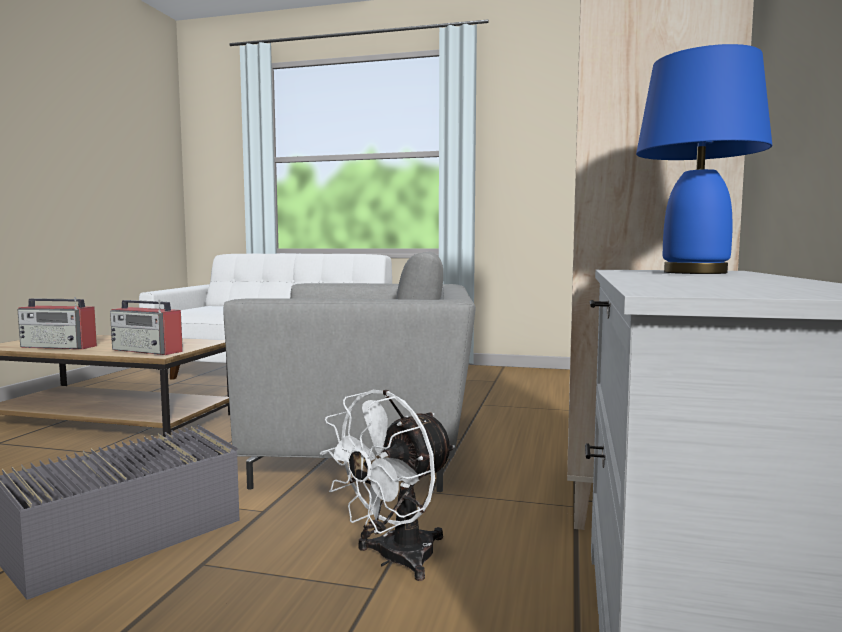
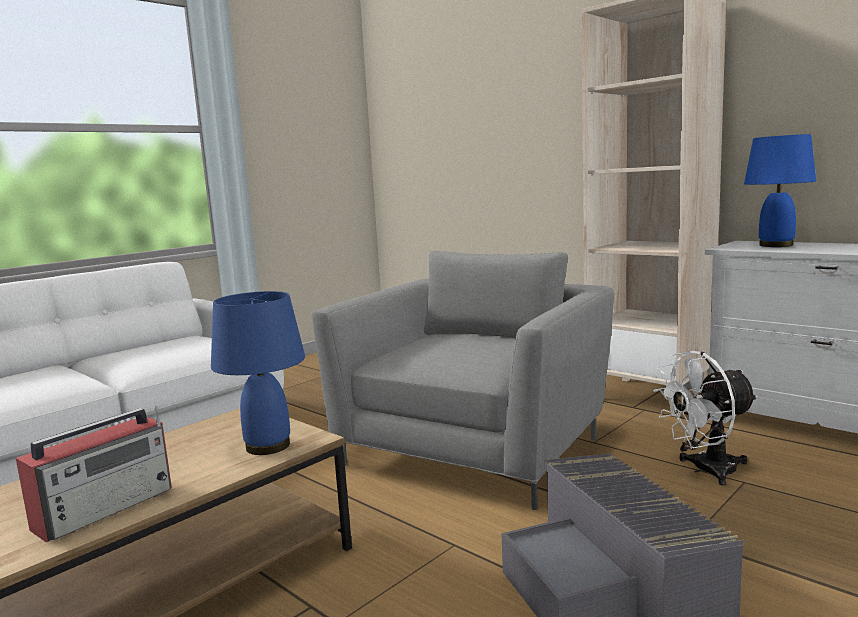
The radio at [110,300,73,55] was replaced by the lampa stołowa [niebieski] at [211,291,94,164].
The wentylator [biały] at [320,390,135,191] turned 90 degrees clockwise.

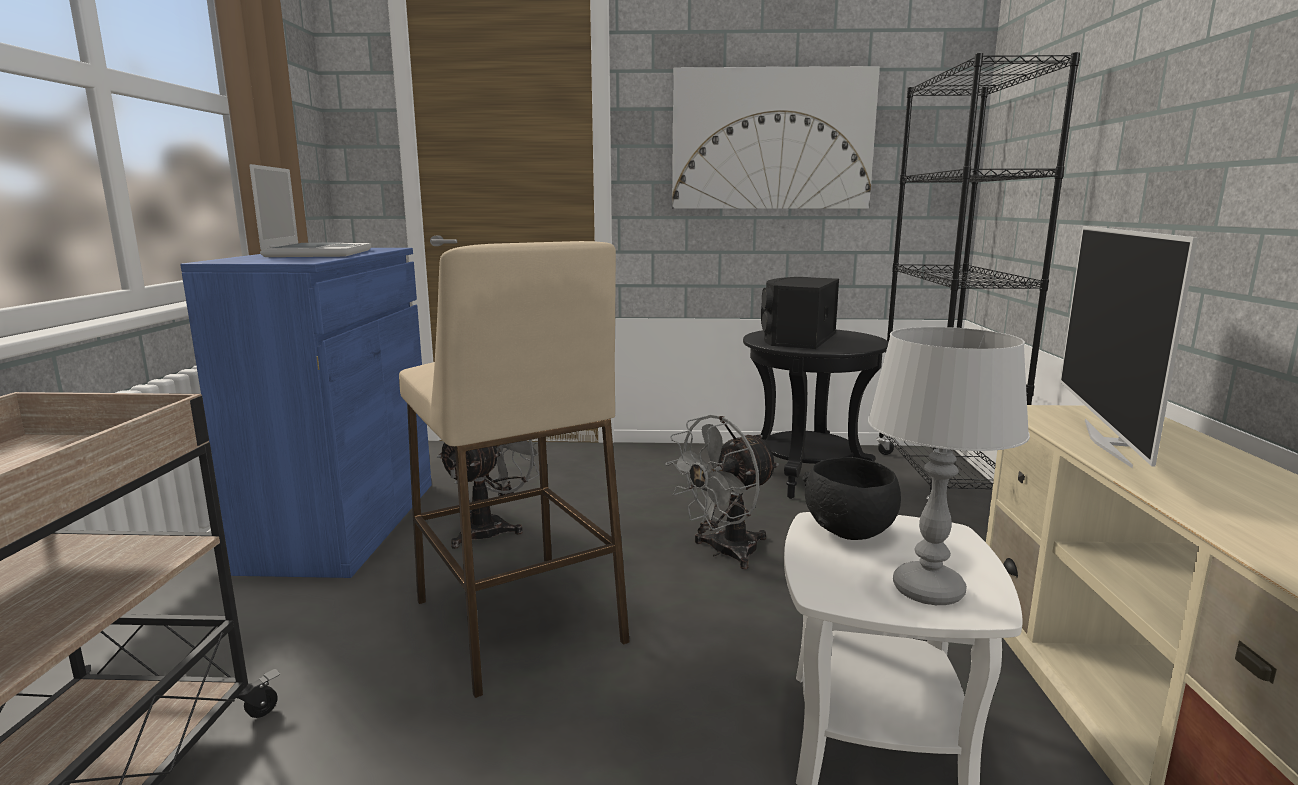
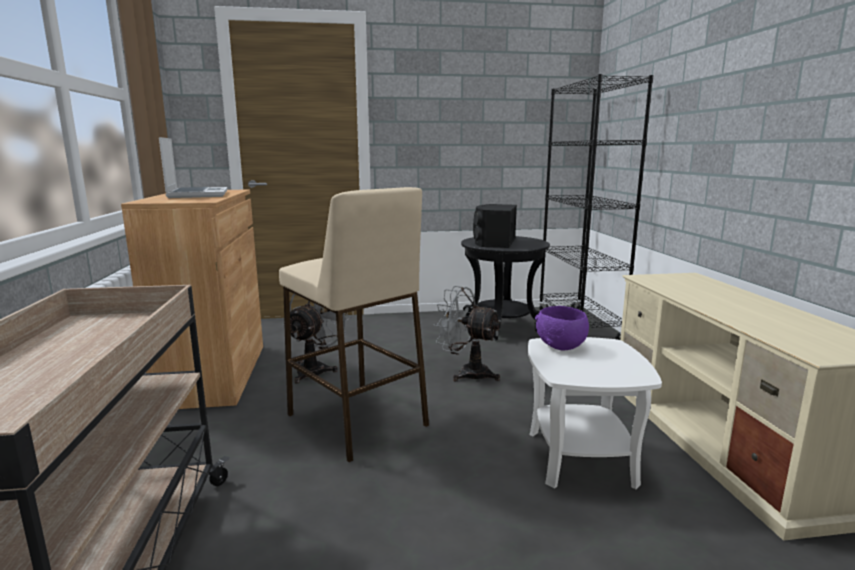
The obraz at [672,66,208,143] disappeared.
The telewizor at [1060,226,138,242] disappeared.
The szafka [niebieski] at [180,248,252,330] became the szafka [brązowy] at [121,190,142,219].
The lampa stołowa [szary] at [868,327,162,278] disappeared.
The wentylator [szary] at [665,415,114,154] turned 75 degrees clockwise.
The miska [czarny] at [802,457,99,83] became the miska [fioletowy] at [535,306,54,44].

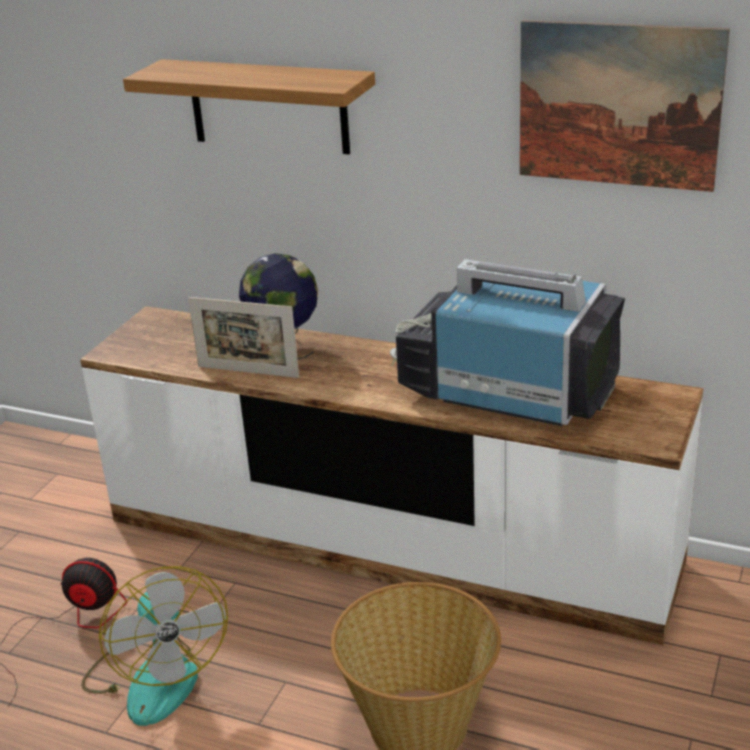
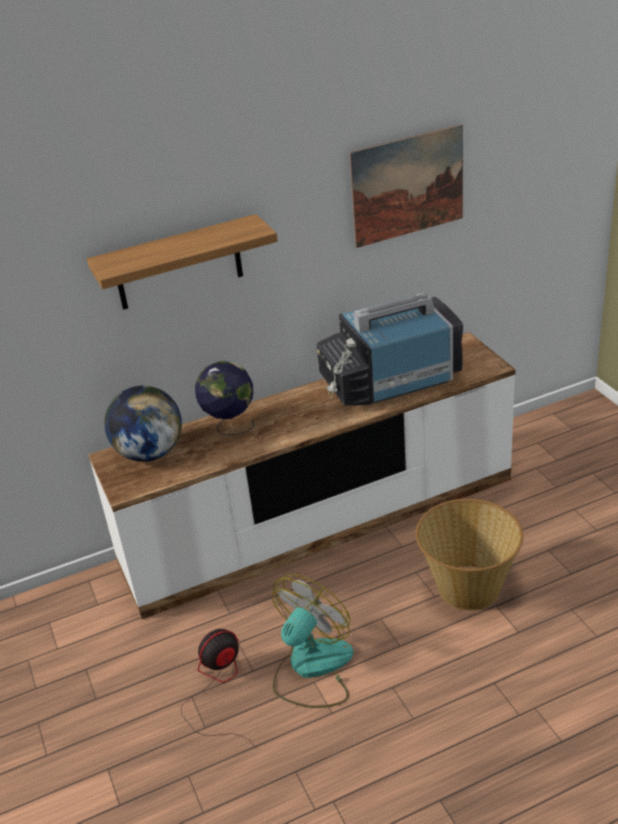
The ramka na zdjęcie at [188,297,111,81] disappeared.
The wentylator at [81,566,147,160] turned 75 degrees counterclockwise.
The globus at [105,386,77,76] appeared.

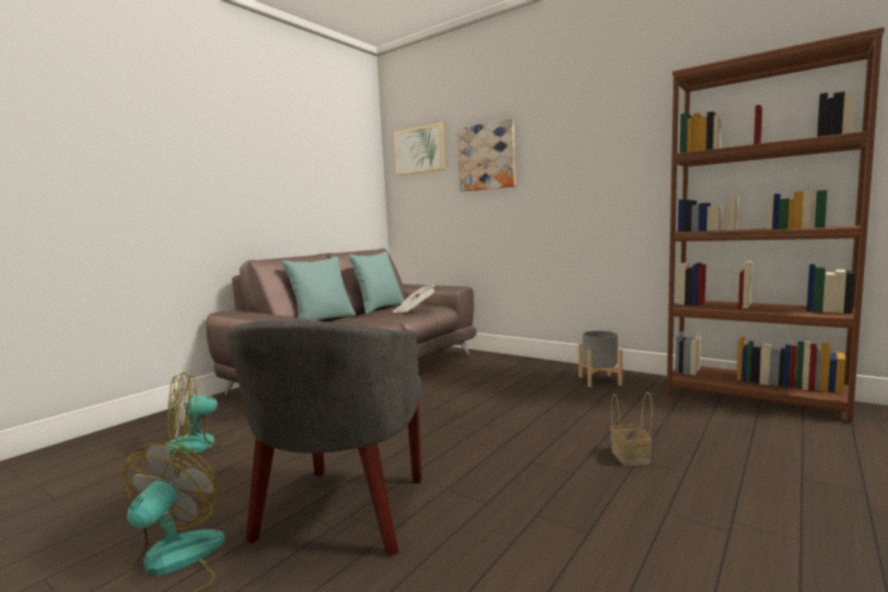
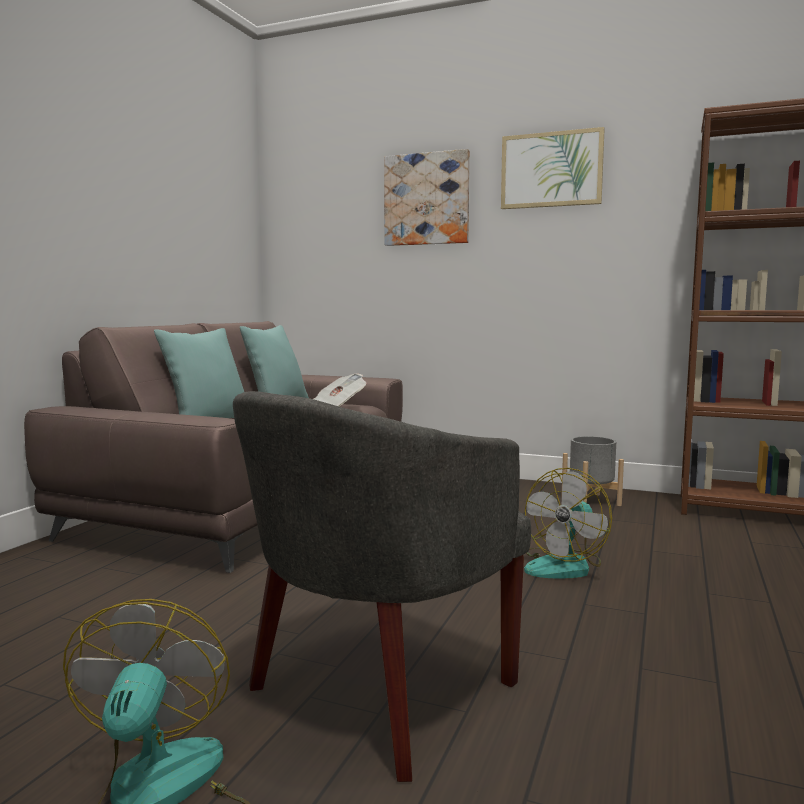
The obraz moved from [394,122,51,53] to [501,127,104,82].
The fotel [szary] at [227,320,195,236] turned 45 degrees clockwise.
The wentylator moved from [166,372,74,81] to [524,468,88,111].
The koszyk at [611,392,41,74] disappeared.

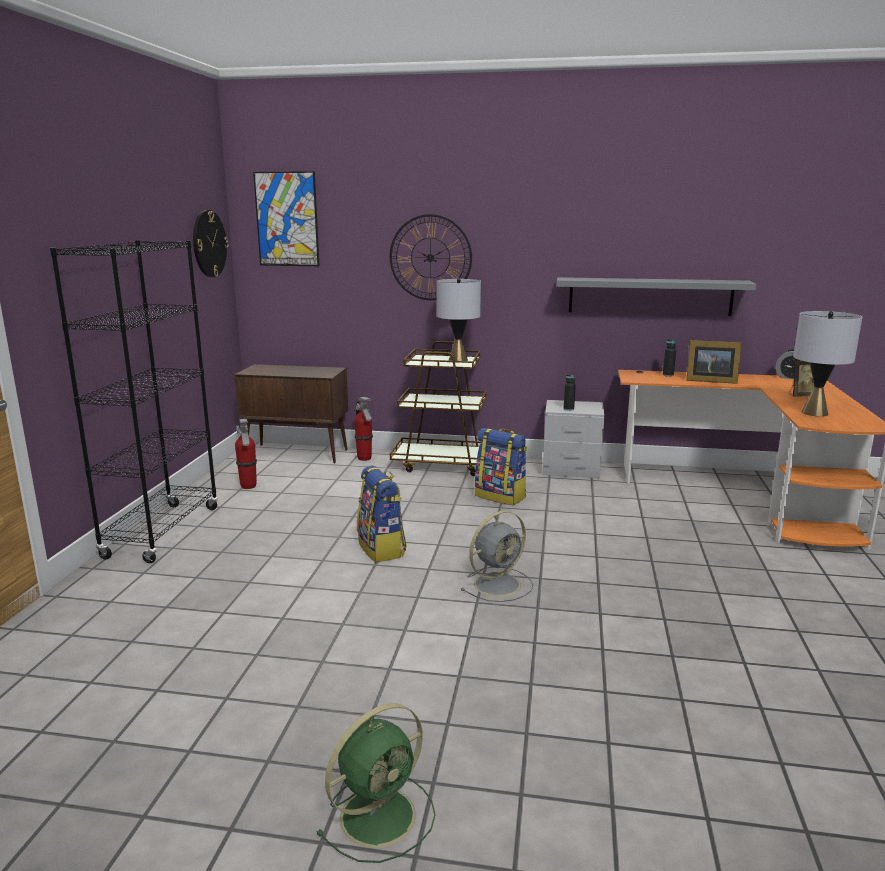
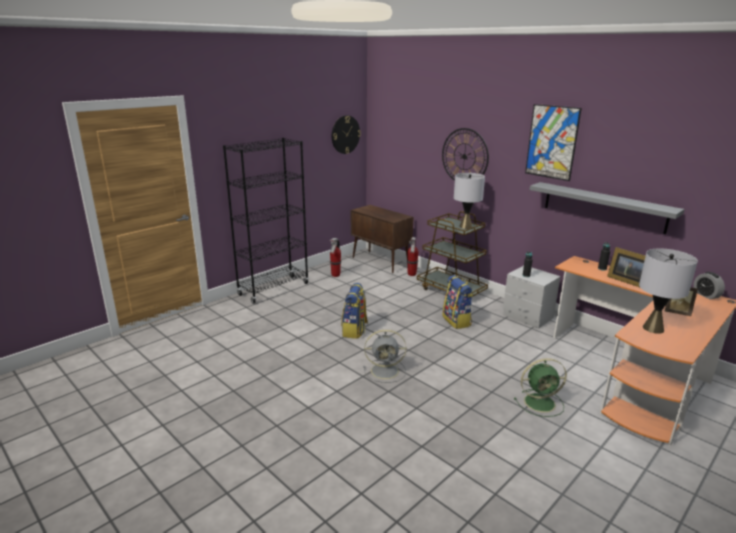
The obraz moved from [253,171,66,95] to [525,104,57,77].
The wentylator [zielony] moved from [316,703,120,160] to [514,358,53,59].

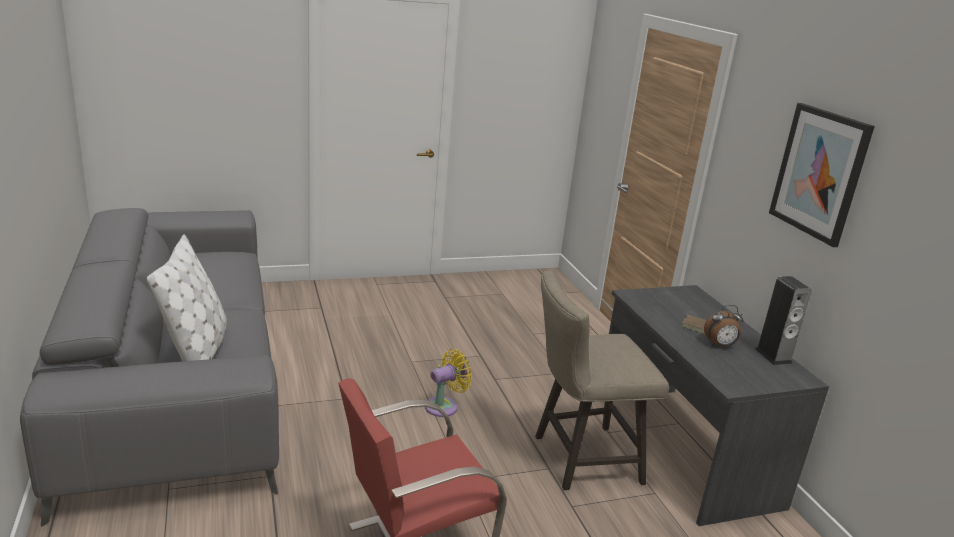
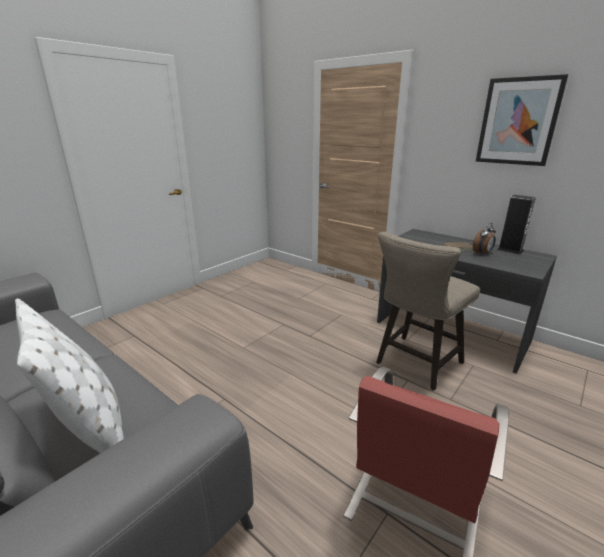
The wentylator [żółty] at [425,349,47,68] disappeared.

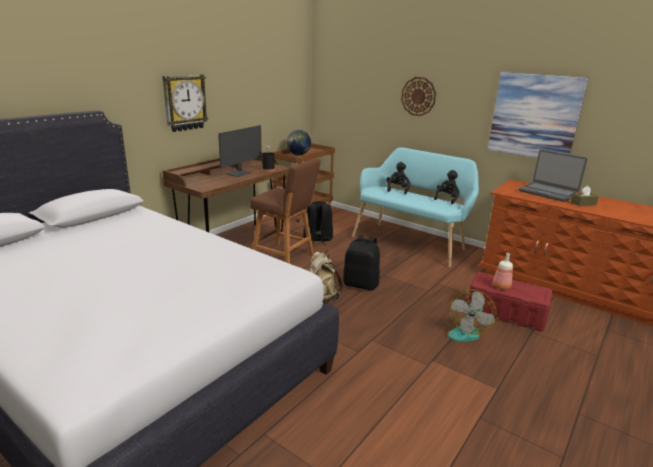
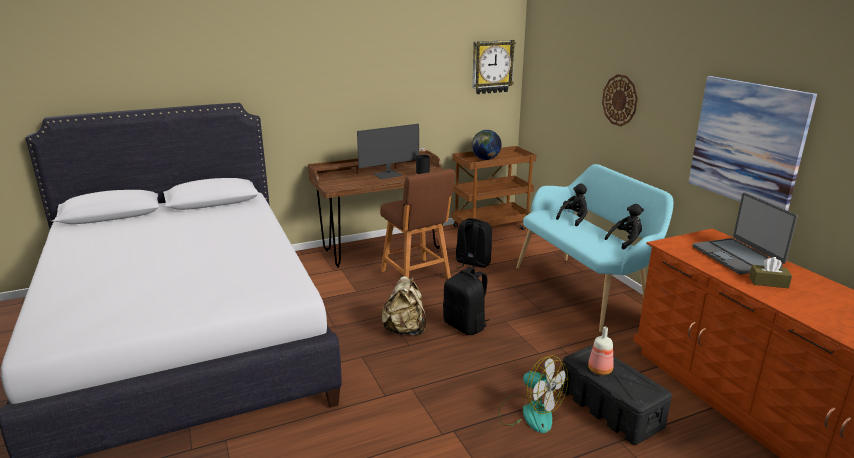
The zegar ścienny moved from [163,74,45,58] to [472,40,44,54].
The pojemnik do przechowywania [czerwony] at [467,272,86,59] became the pojemnik do przechowywania [czarny] at [560,345,112,100].
The wentylator at [443,289,54,53] turned 105 degrees counterclockwise.

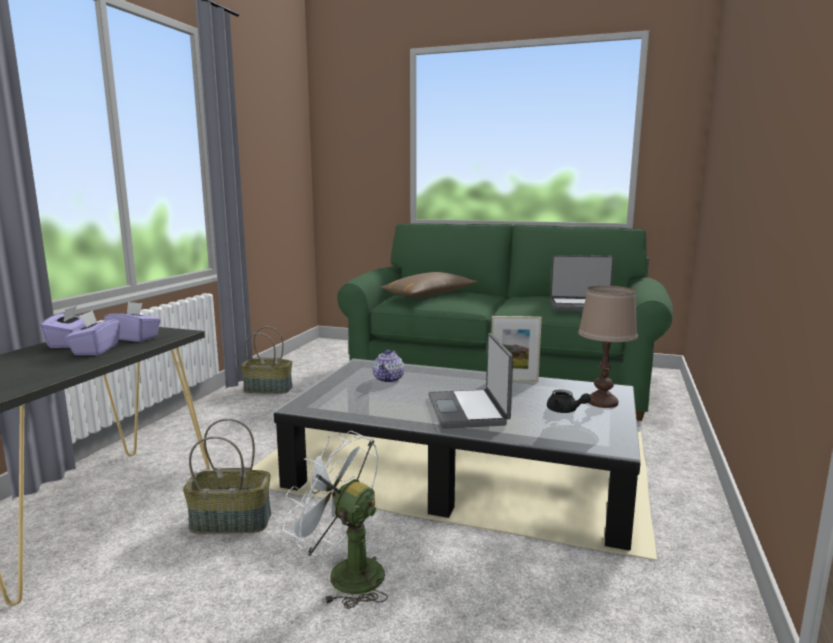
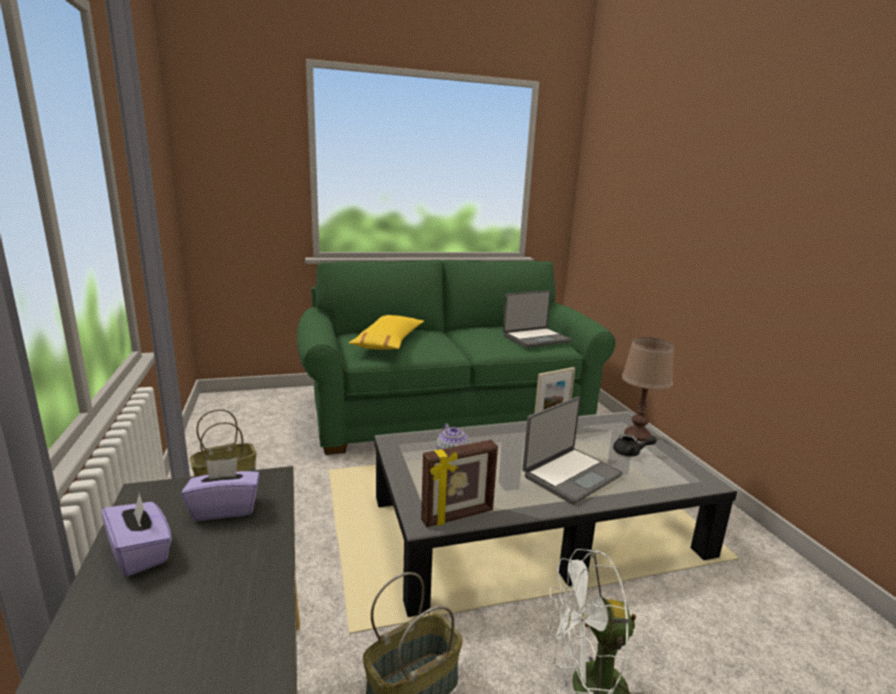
The poduszka [brązowy] at [380,272,98,25] became the poduszka [żółty] at [349,315,75,35].
The pudełko chusteczek [fioletowy] at [65,310,55,45] disappeared.
The laptop at [428,333,85,96] turned 90 degrees counterclockwise.
The ramka na zdjęcie at [421,440,77,87] appeared.

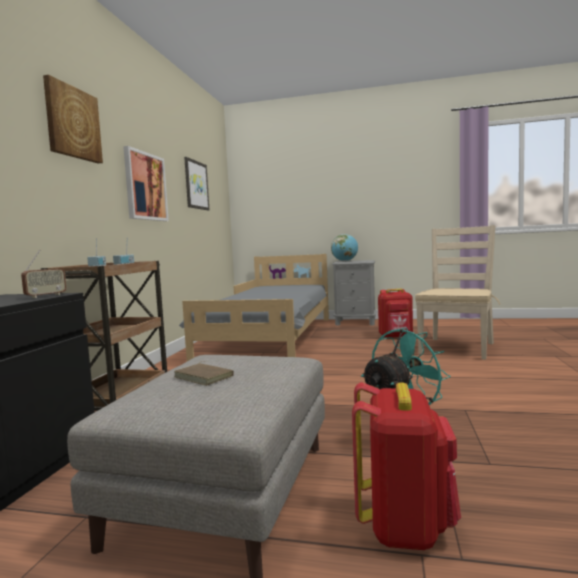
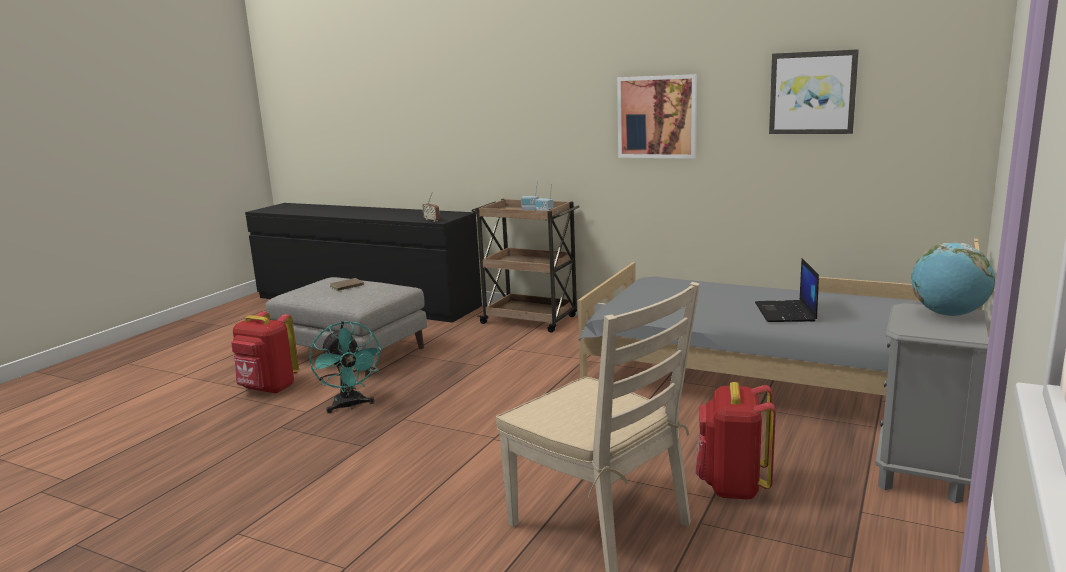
The obraz at [43,75,60,88] disappeared.
The laptop at [755,258,64,64] appeared.

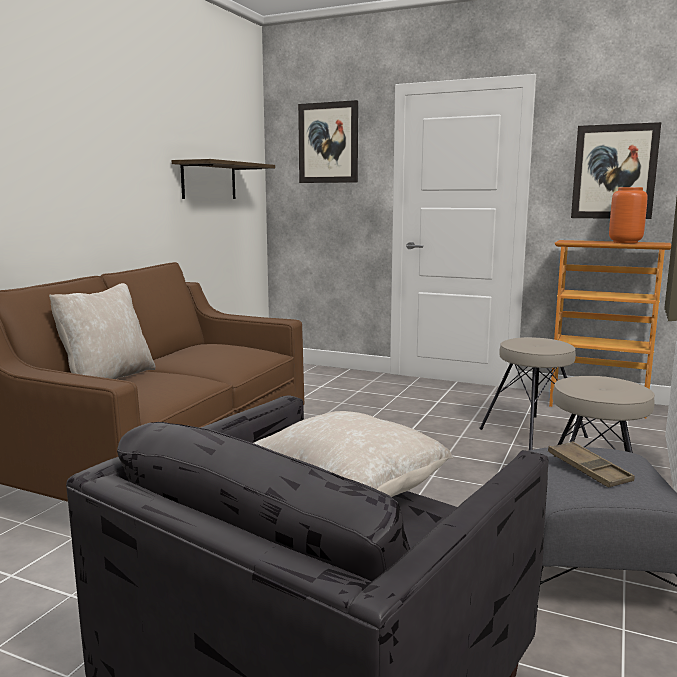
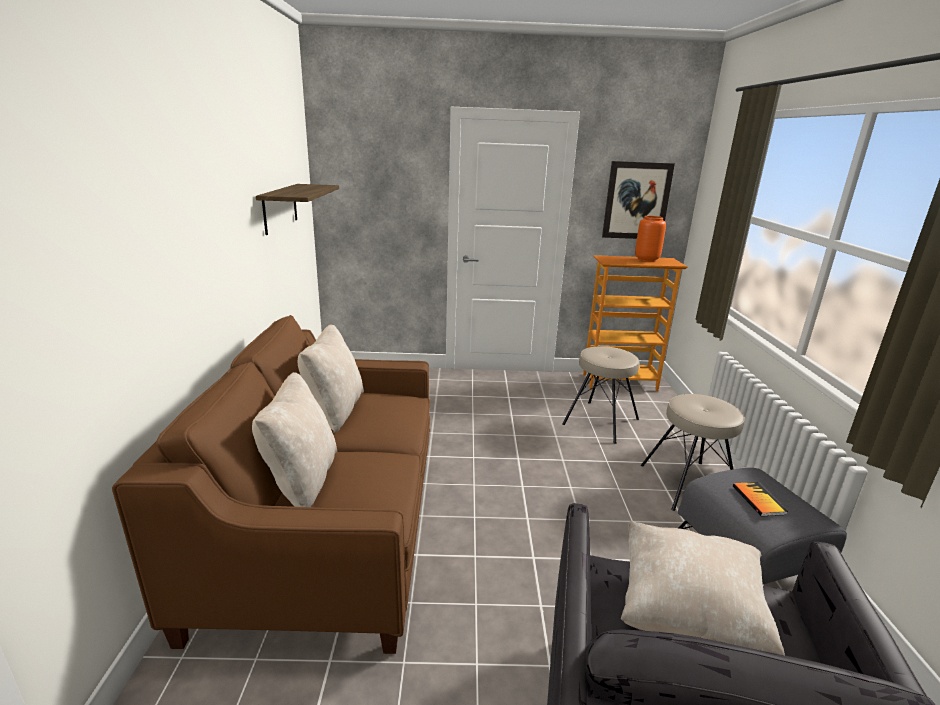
The obraz at [298,100,60,83] disappeared.
The taca [brązowy] at [548,441,87,47] was replaced by the książka at [733,482,55,34].
The poduszka [beżowy] at [298,324,66,109] appeared.

